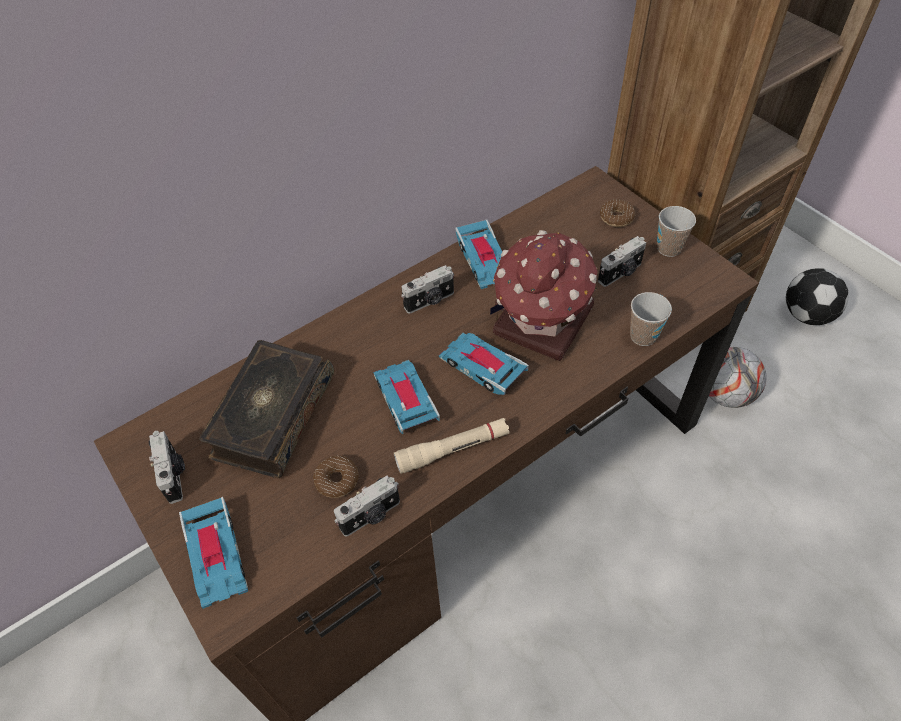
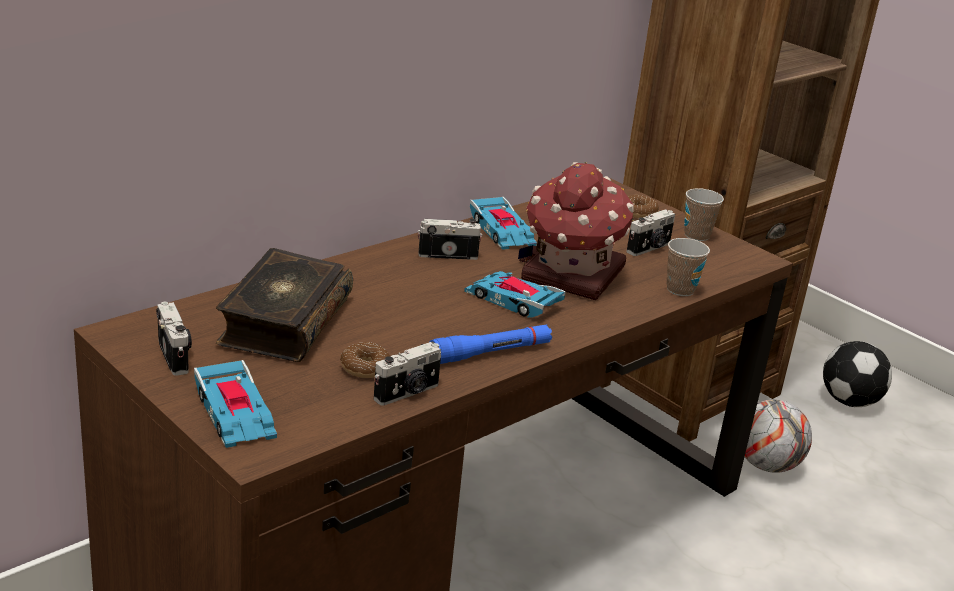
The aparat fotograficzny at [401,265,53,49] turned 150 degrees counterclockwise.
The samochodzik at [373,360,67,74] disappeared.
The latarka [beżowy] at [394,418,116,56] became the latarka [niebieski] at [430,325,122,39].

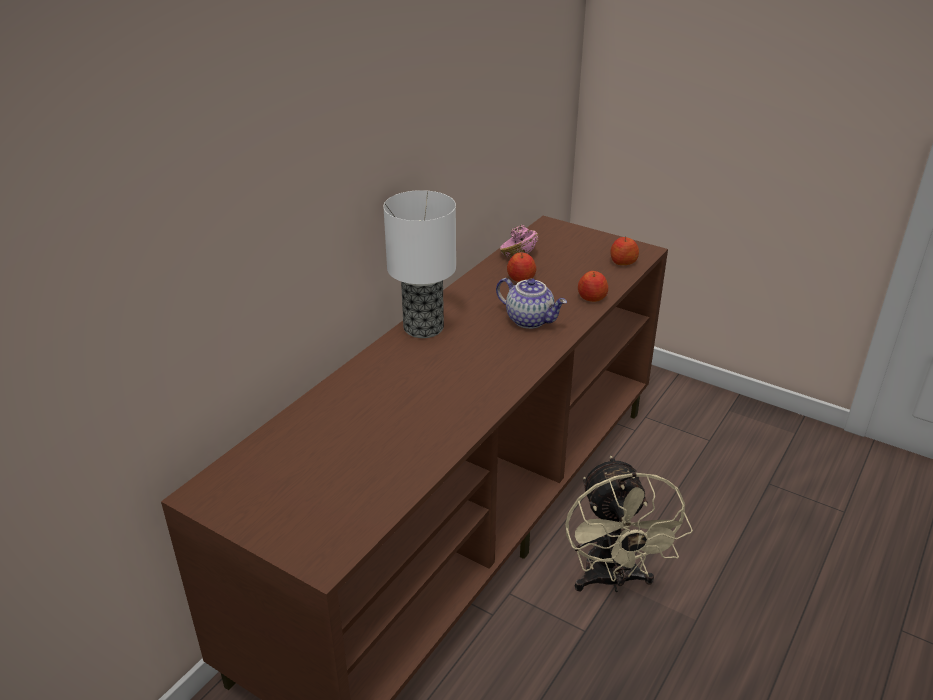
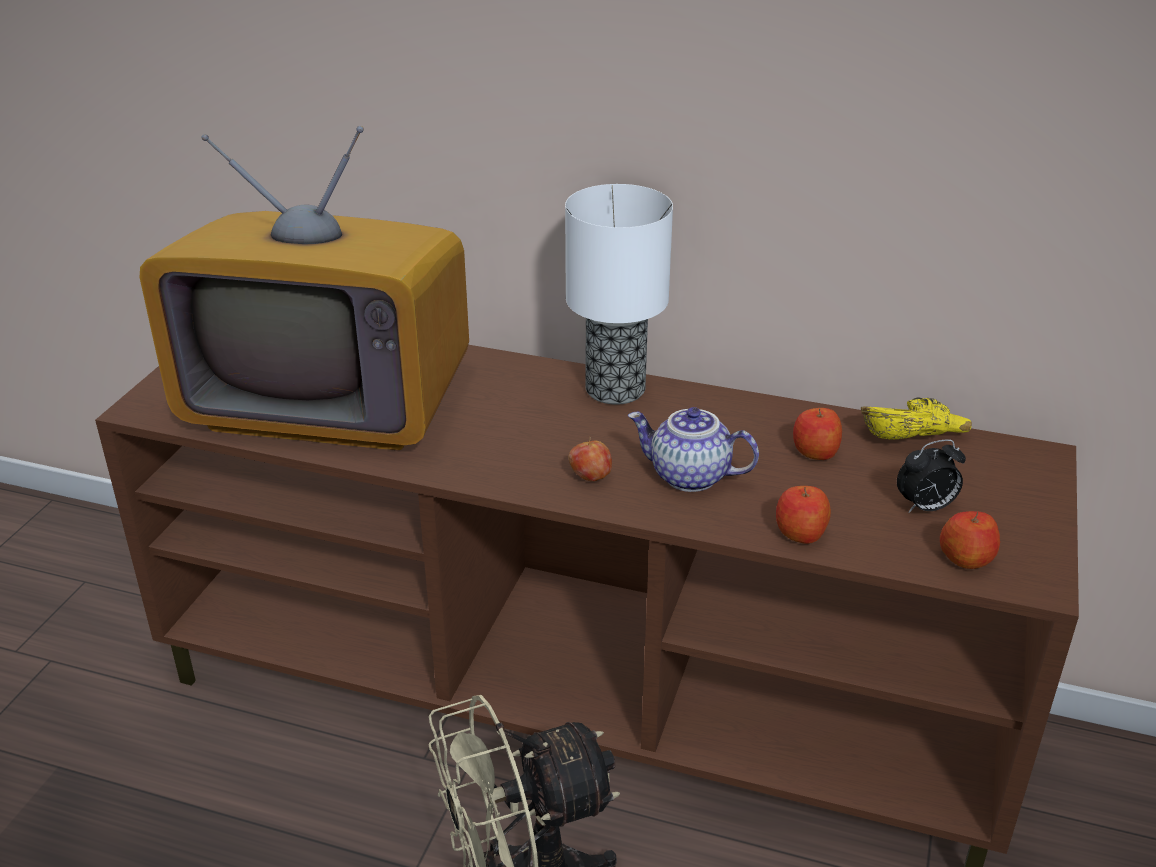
The miska [różowy] at [500,225,38,32] became the miska [żółty] at [861,397,111,43].
The imbryk at [496,278,71,51] turned 90 degrees clockwise.
The telewizor at [140,126,329,324] appeared.
The jabłko at [569,437,43,44] appeared.
The budzik at [897,439,69,74] appeared.

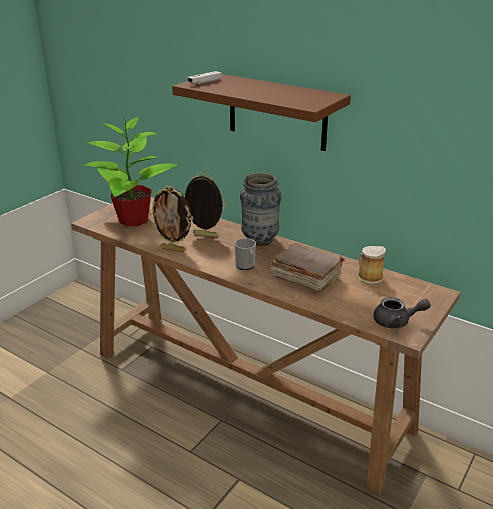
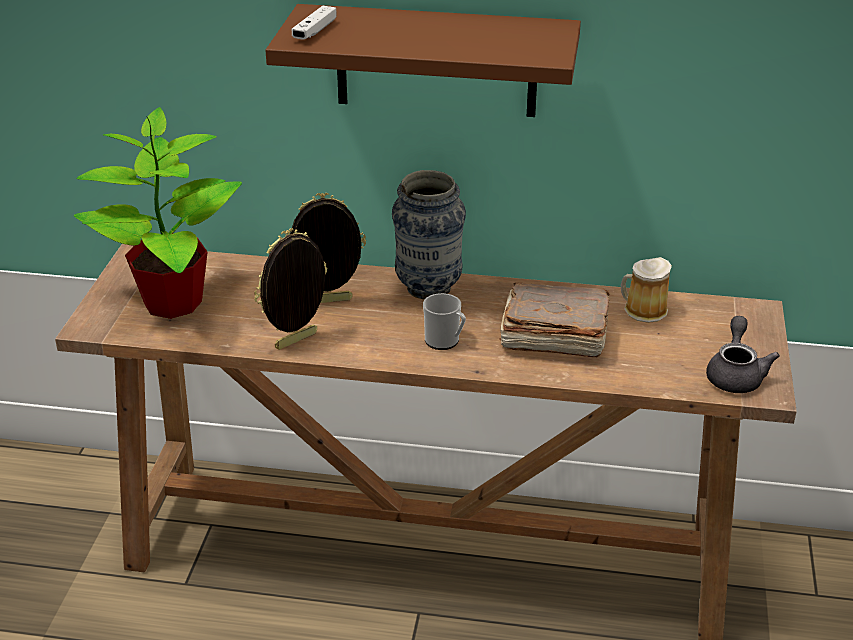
The ramka na zdjęcie at [149,186,44,66] turned 150 degrees clockwise.
The imbryk [szary] at [373,297,58,31] turned 60 degrees counterclockwise.

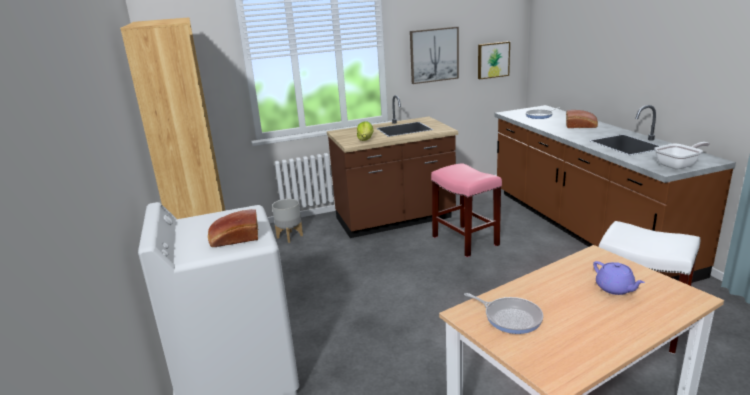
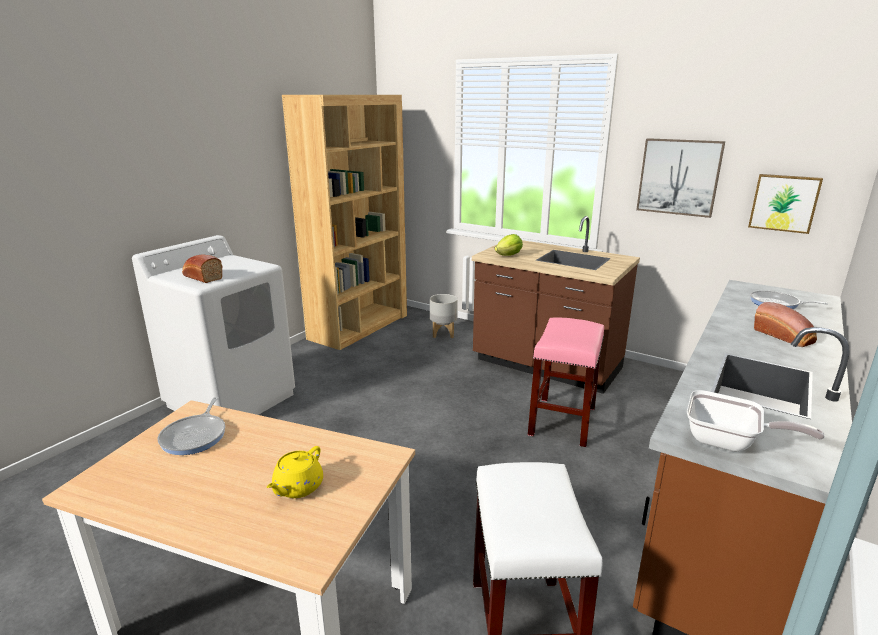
The imbryk [fioletowy] at [593,261,52,34] became the imbryk [żółty] at [267,446,56,52].

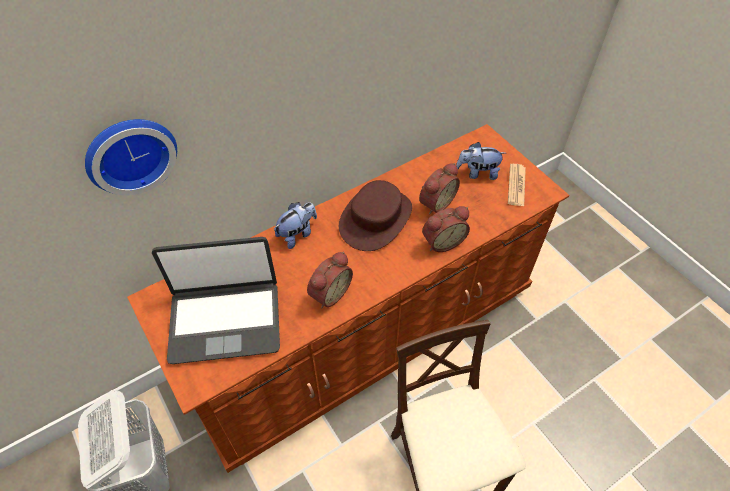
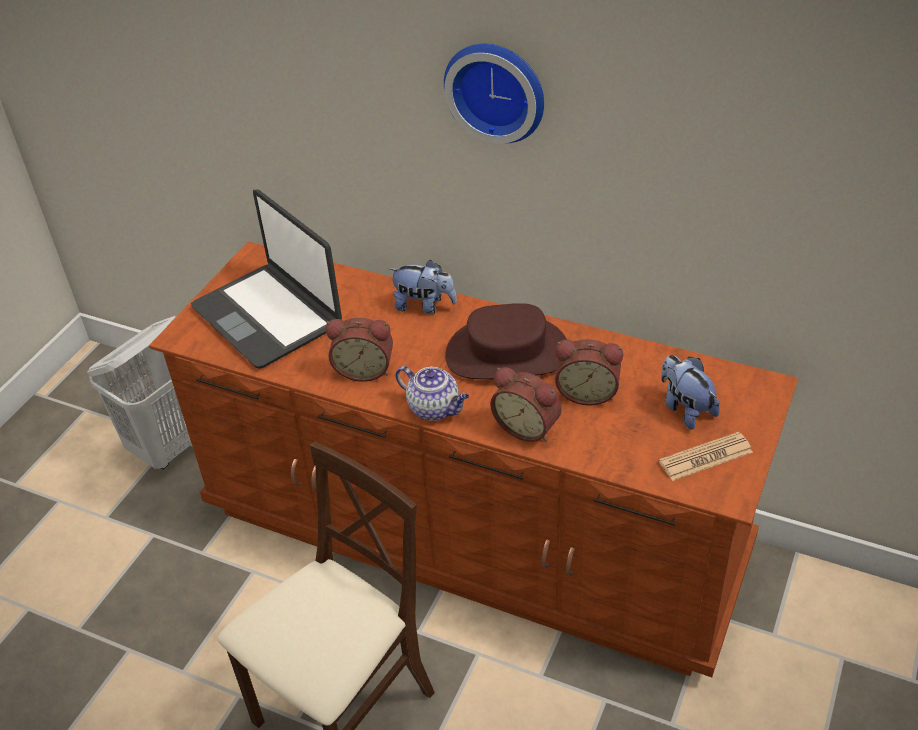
The zegar ścienny moved from [85,119,92,76] to [444,44,100,100].
The imbryk at [396,366,73,55] appeared.

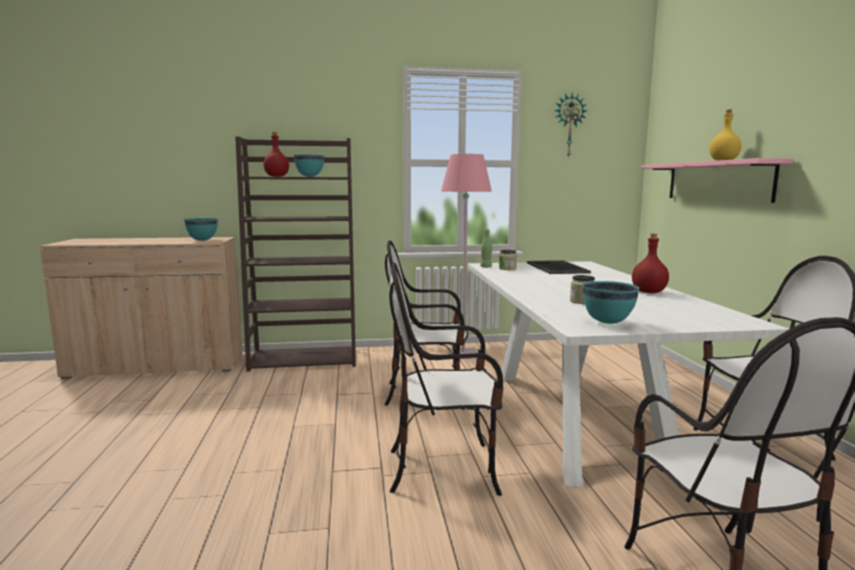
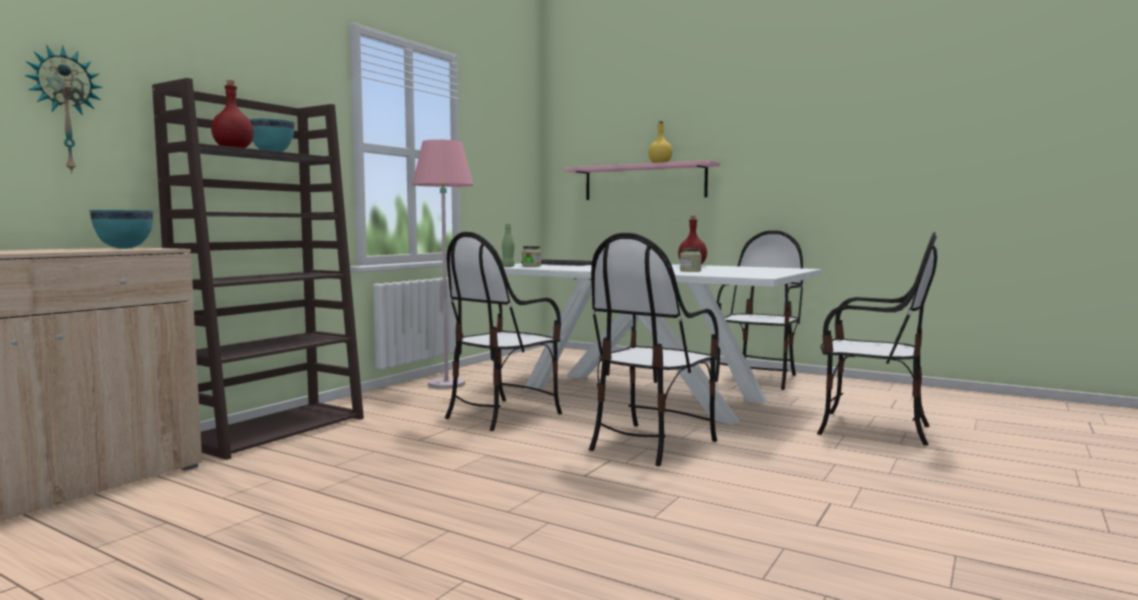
The zegar ścienny moved from [554,92,33,66] to [24,45,79,129].
The miska [turkusowy] at [582,281,58,43] disappeared.

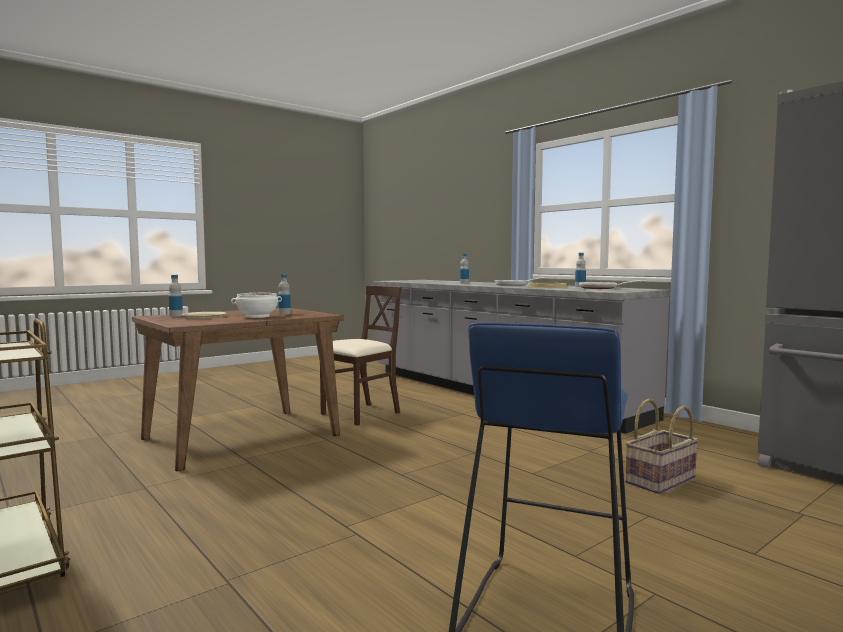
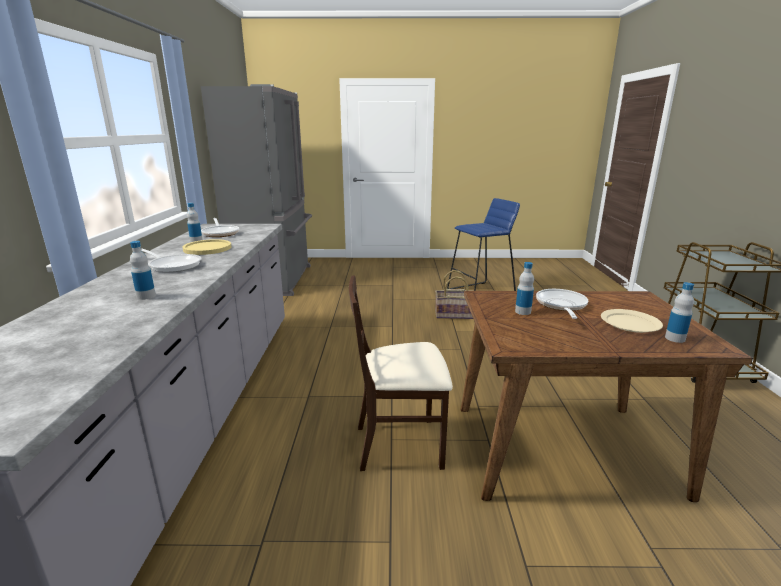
The miska [biały] at [231,293,51,25] was replaced by the patelnia at [536,289,52,30].
The koszyk moved from [625,398,73,96] to [435,270,39,49].

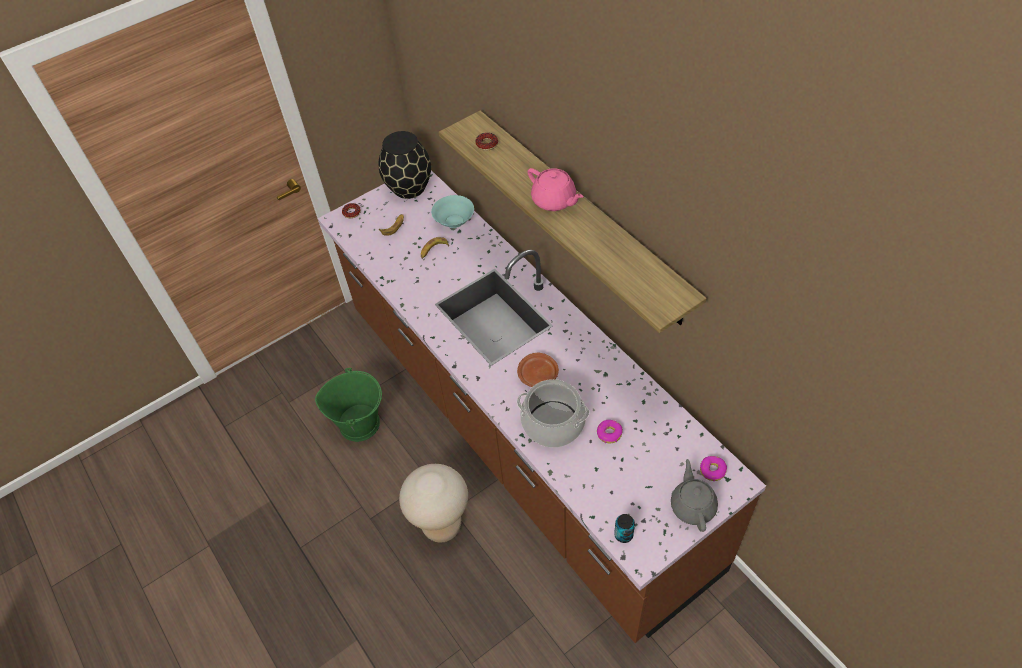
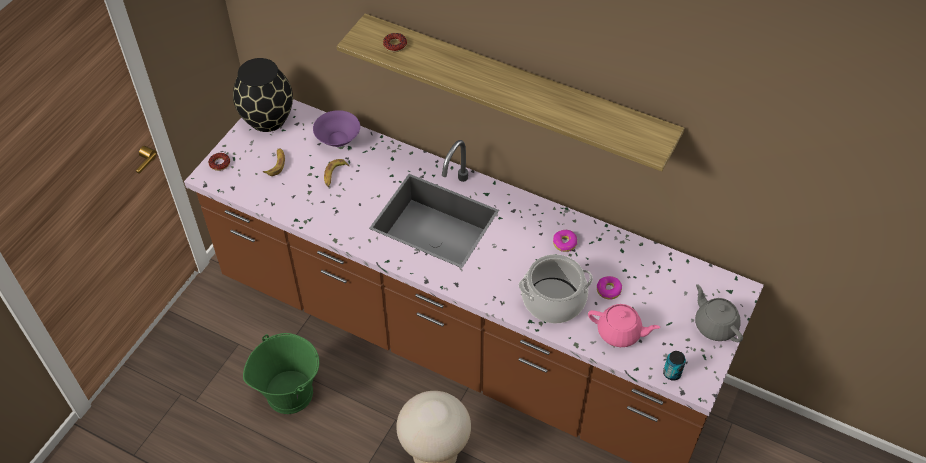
The imbryk [różowy] moved from [527,168,57,43] to [588,304,72,43].
The miska [turkusowy] at [431,195,43,33] became the miska [fioletowy] at [313,110,47,37].
The talerz [brązowy] at [517,353,42,34] disappeared.
The donut moved from [700,456,27,25] to [553,230,24,22].

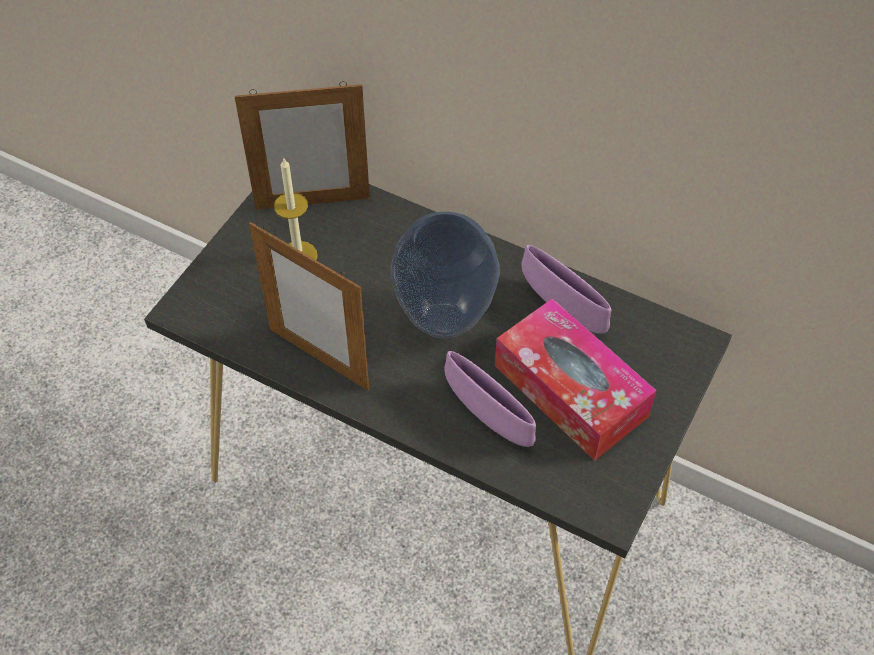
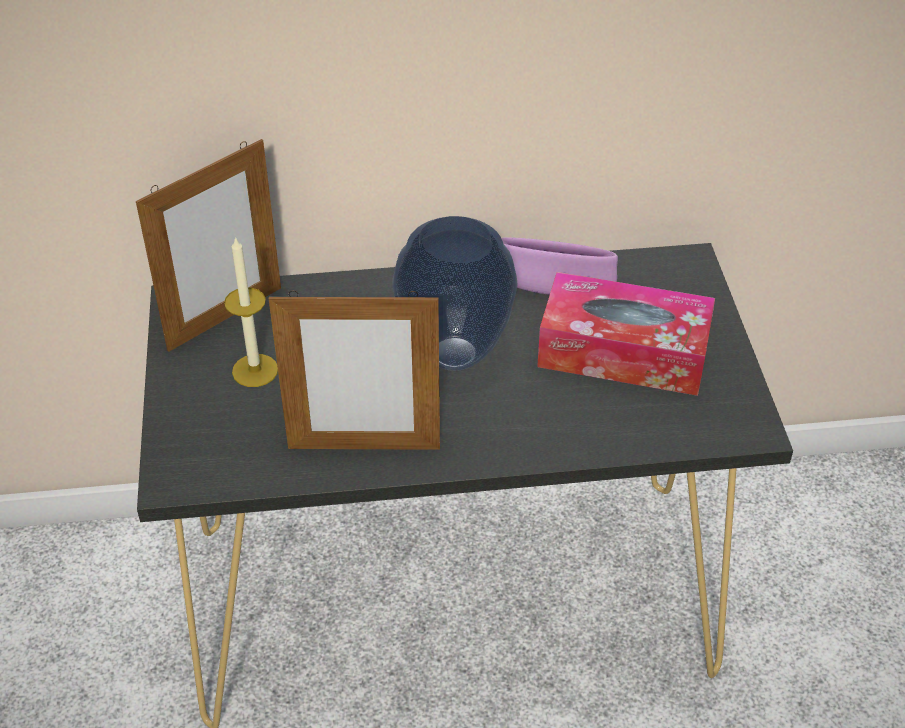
The miska [fioletowy] at [444,351,92,96] disappeared.

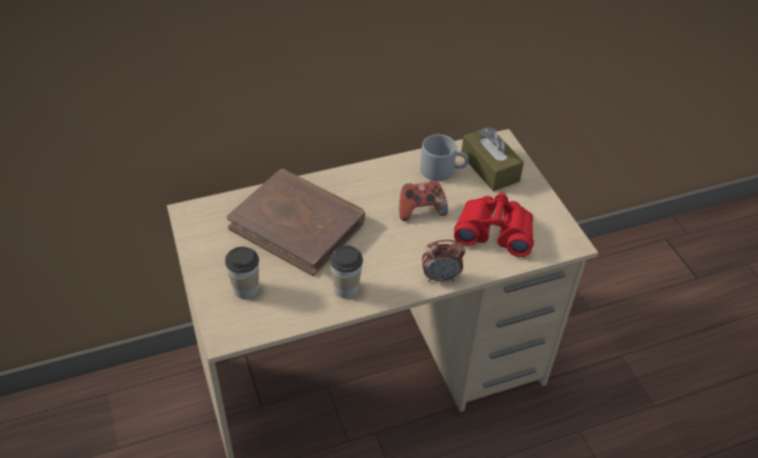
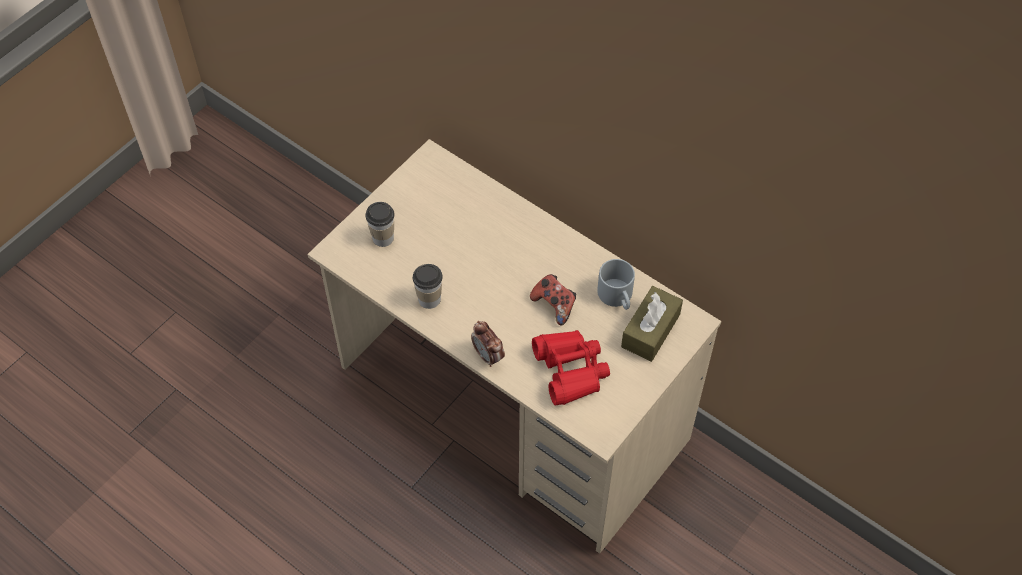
The książka [brązowy] at [227,169,138,107] disappeared.

